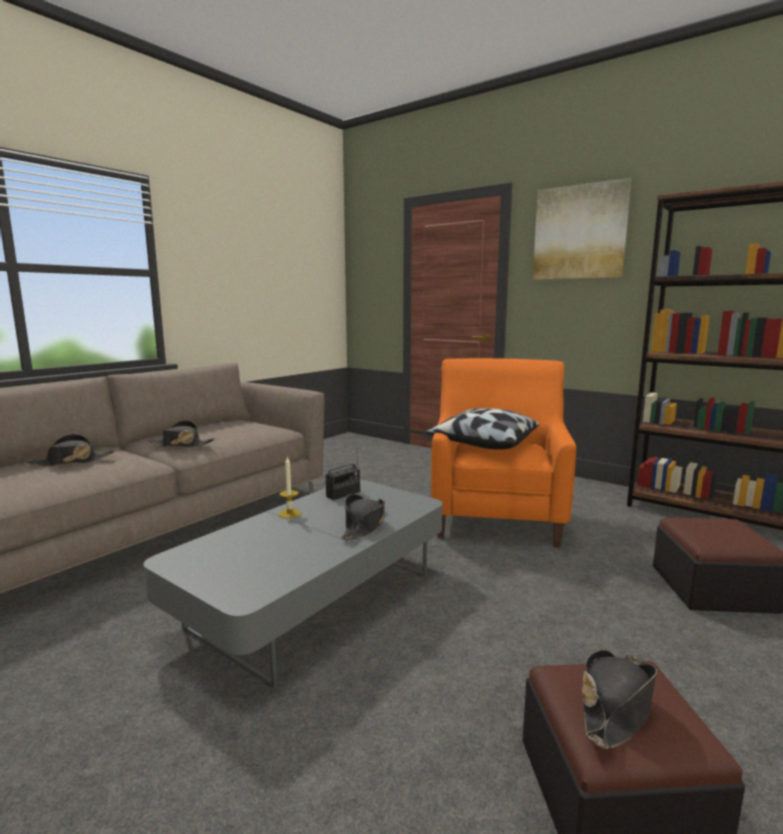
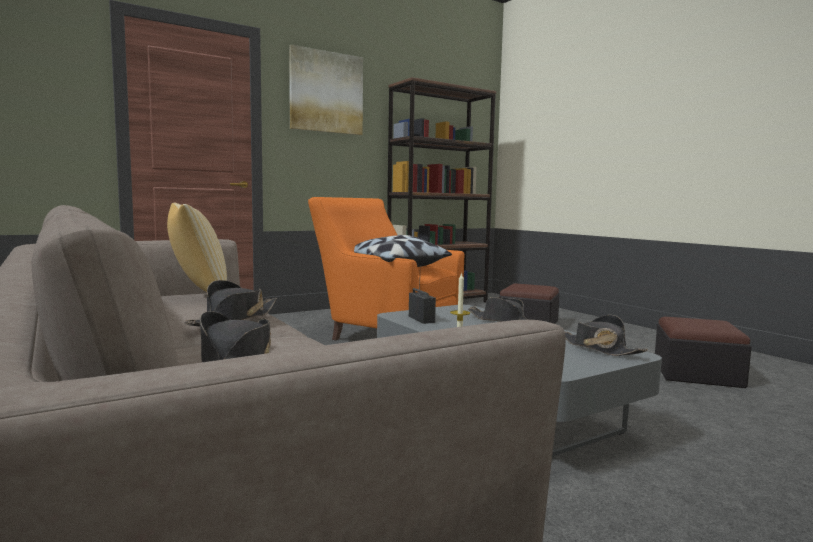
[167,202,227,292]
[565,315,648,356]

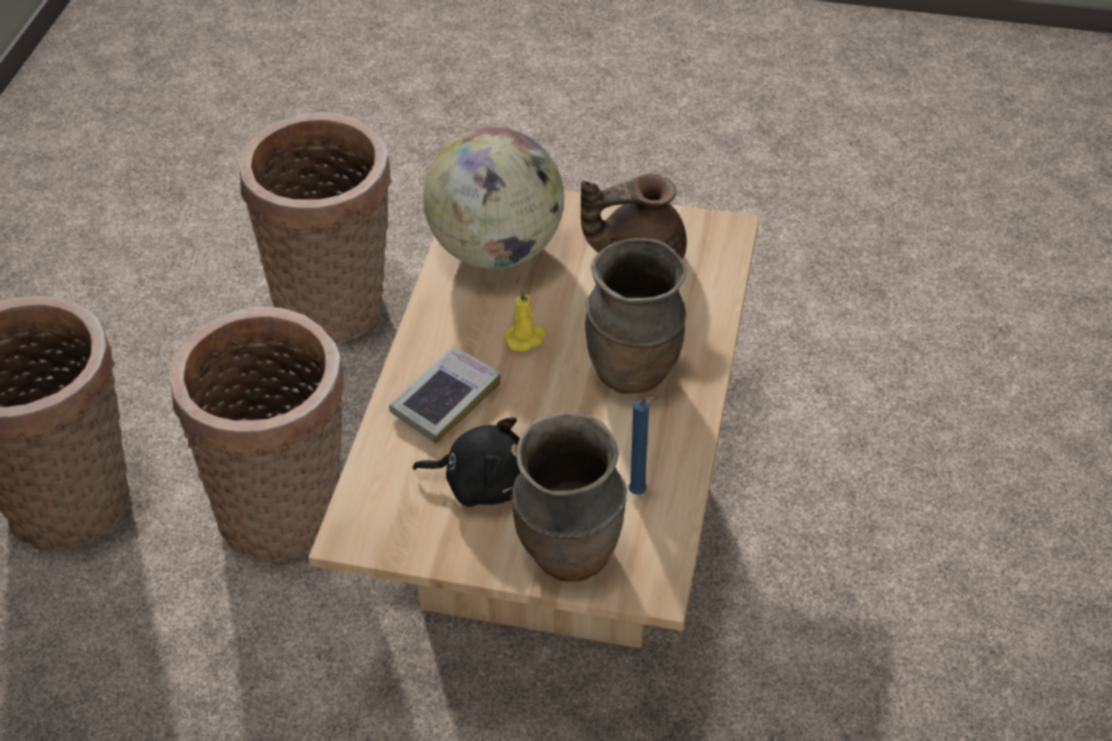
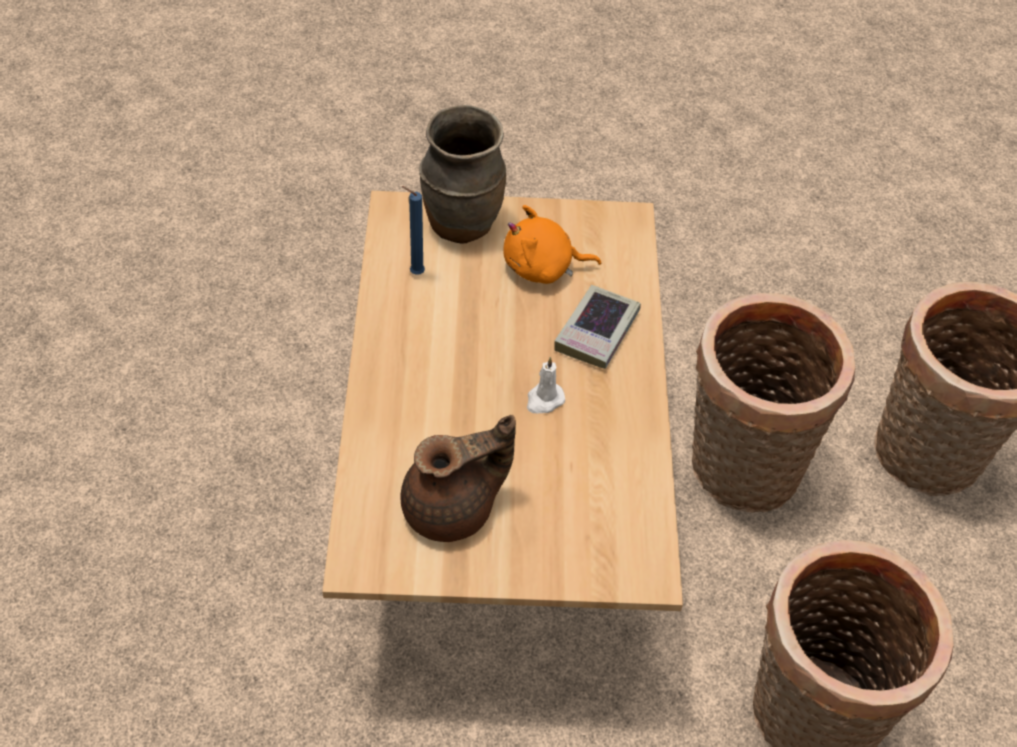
[503,205,601,284]
[527,357,565,414]
[423,127,564,269] (first image)
[585,238,687,394] (first image)

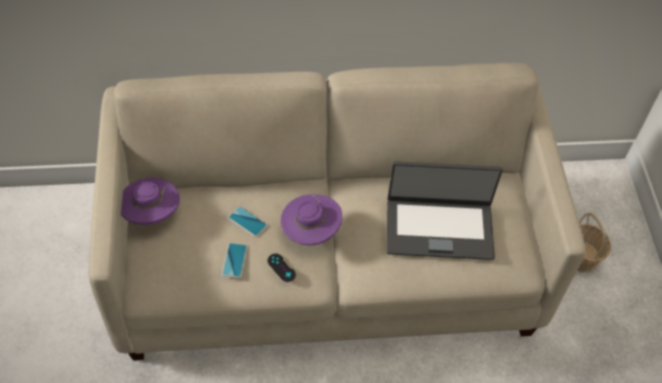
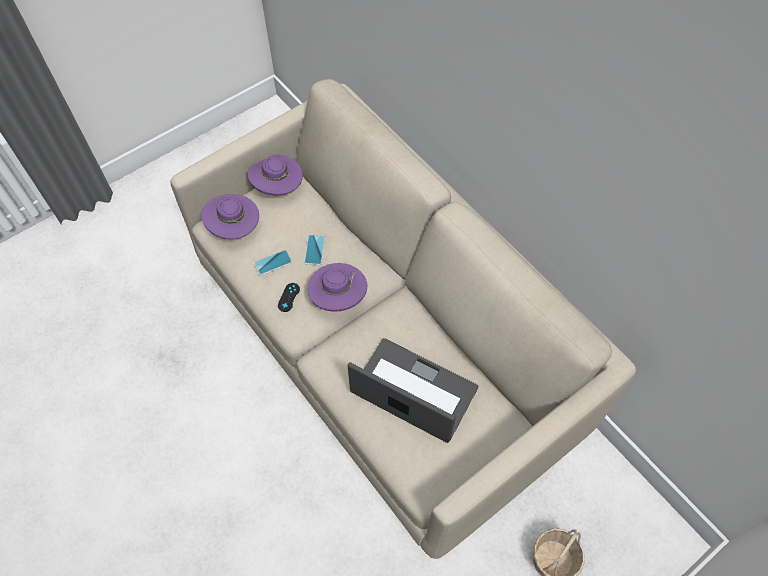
[201,194,259,240]
[348,338,479,443]

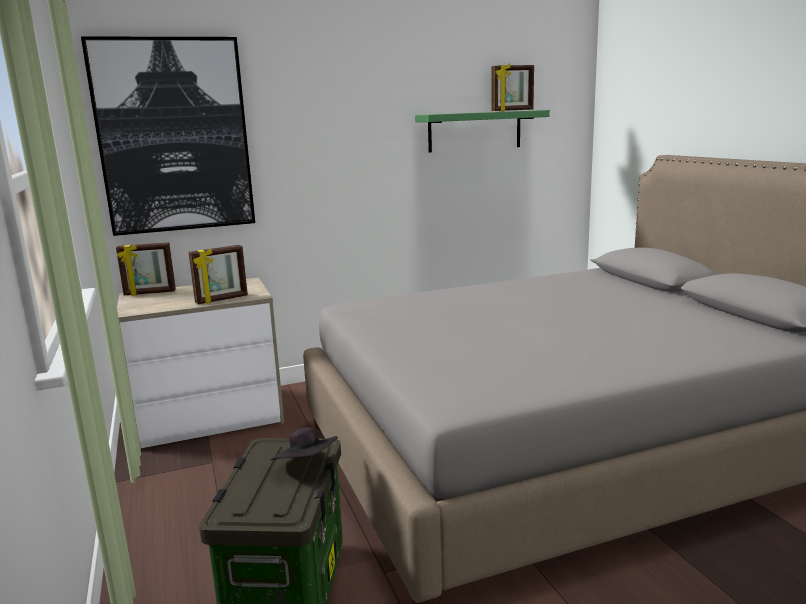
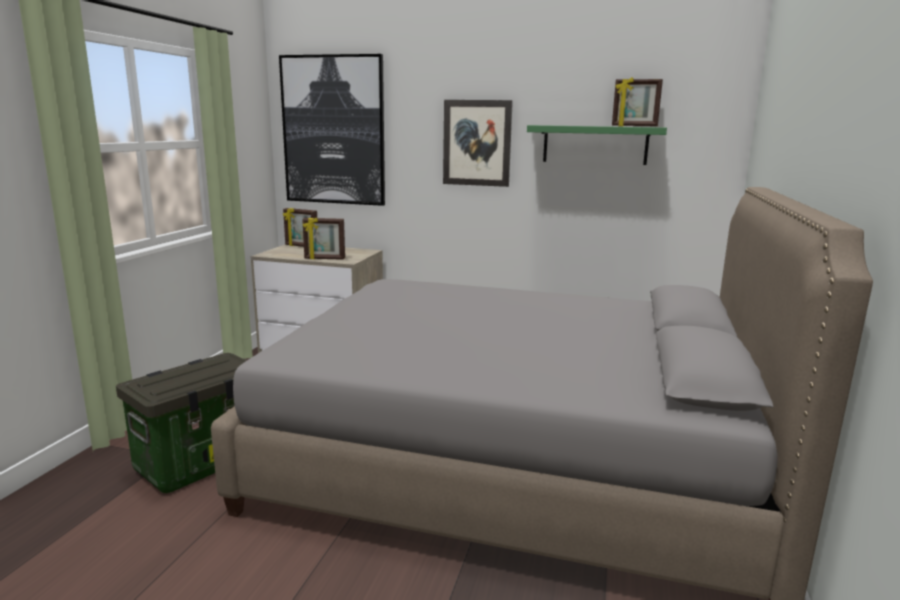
[443,100,513,187]
[271,427,338,460] (first image)

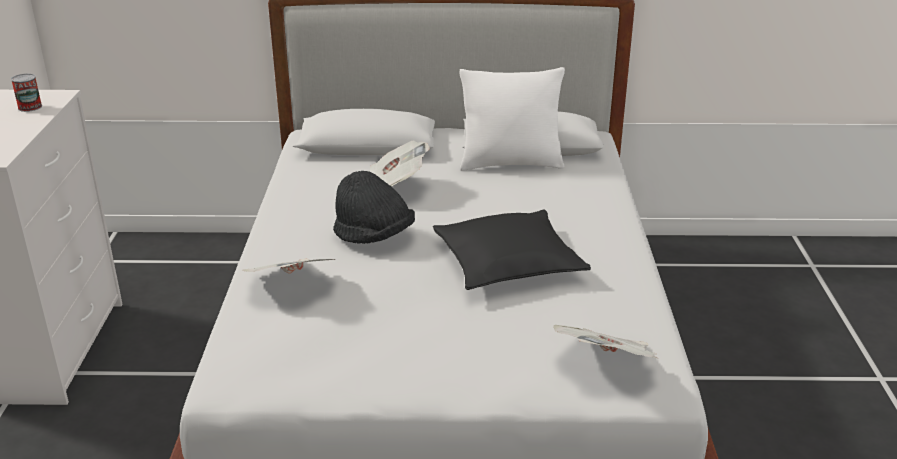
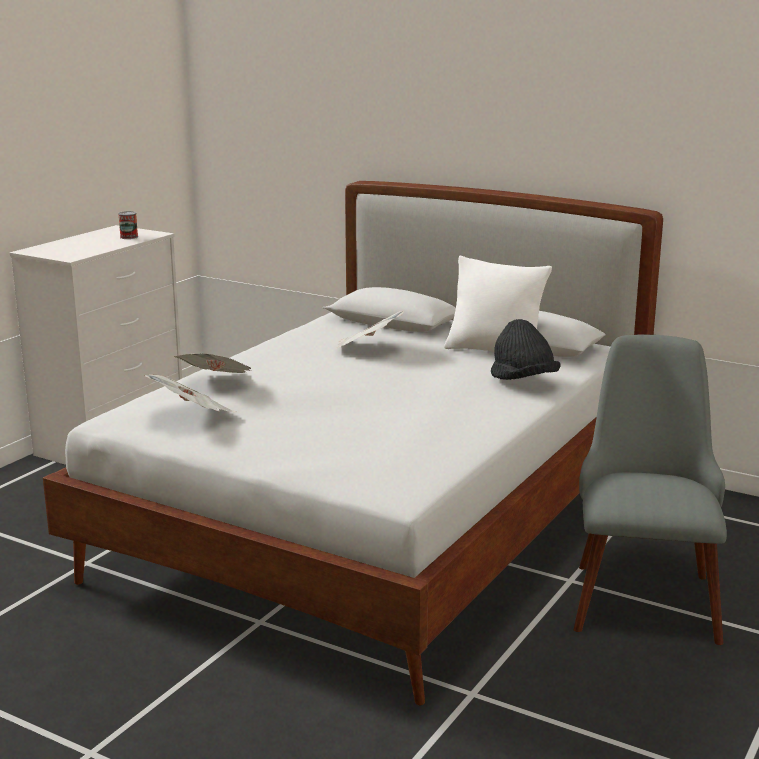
[143,374,236,412]
[491,319,561,380]
[574,335,727,645]
[433,209,591,290] (first image)

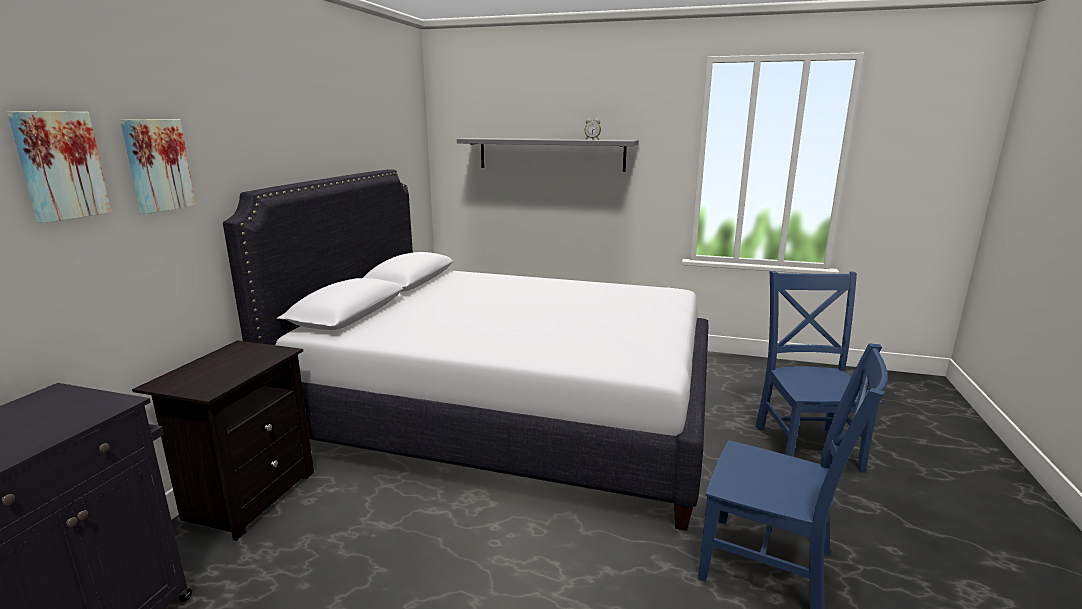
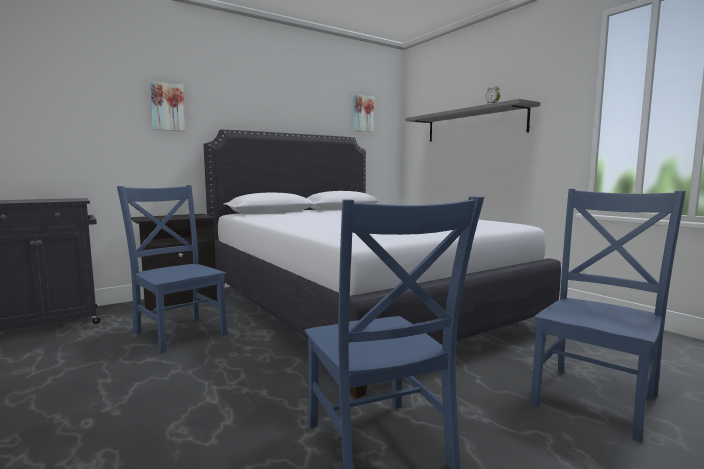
[117,185,227,353]
[353,94,374,132]

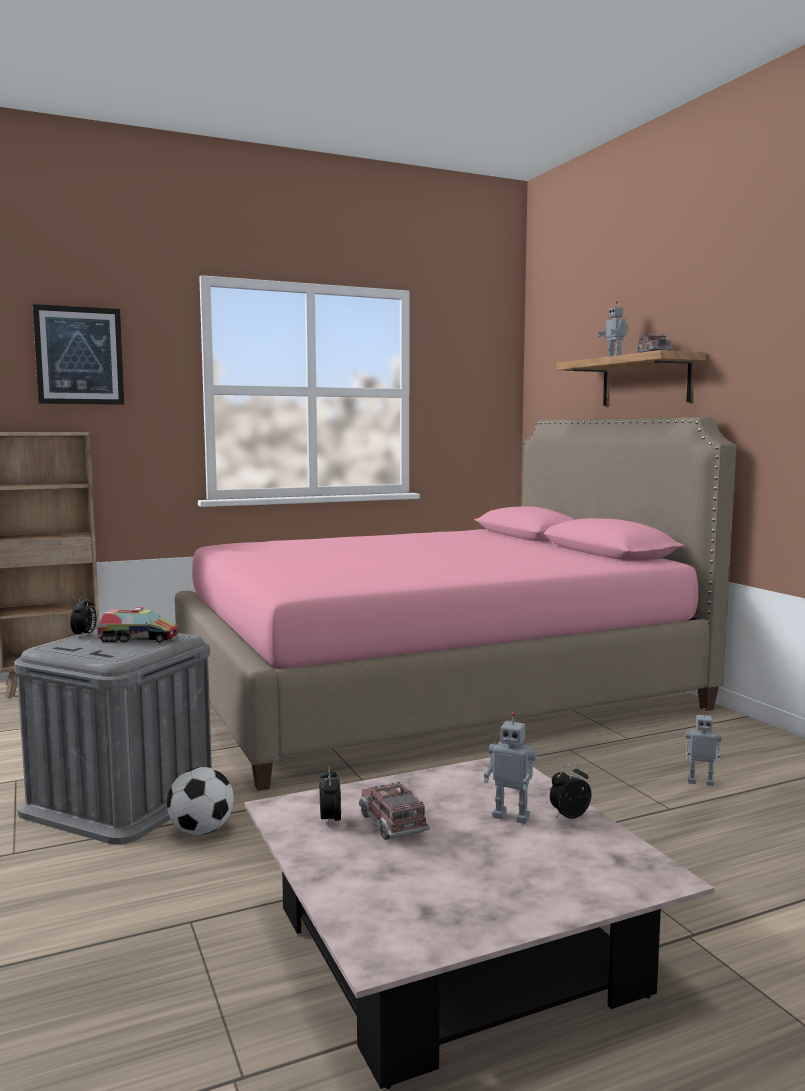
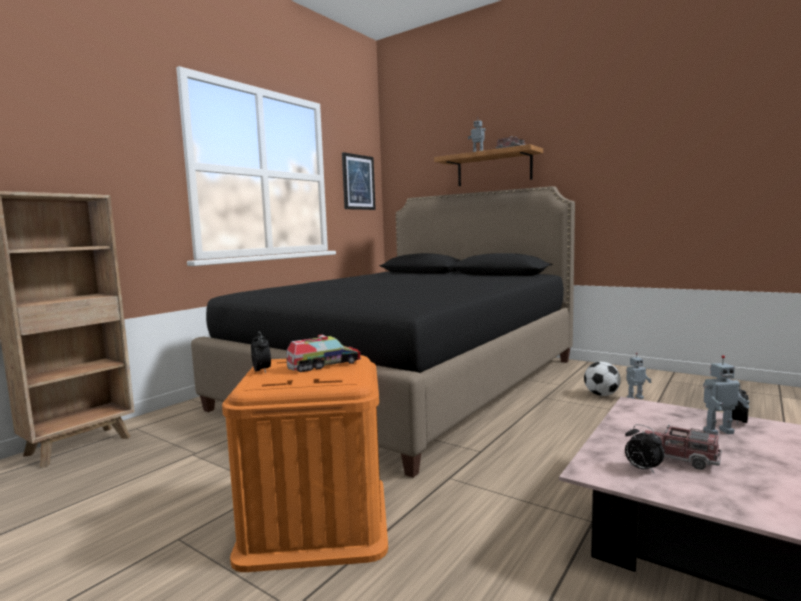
[191,186,575,477]
[222,355,388,572]
[342,152,376,210]
[584,362,621,396]

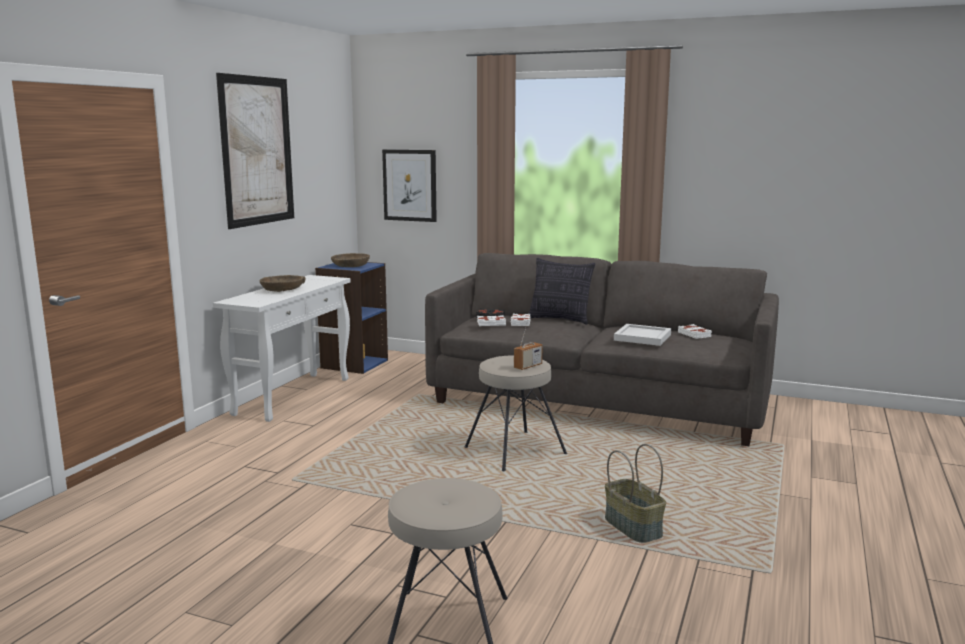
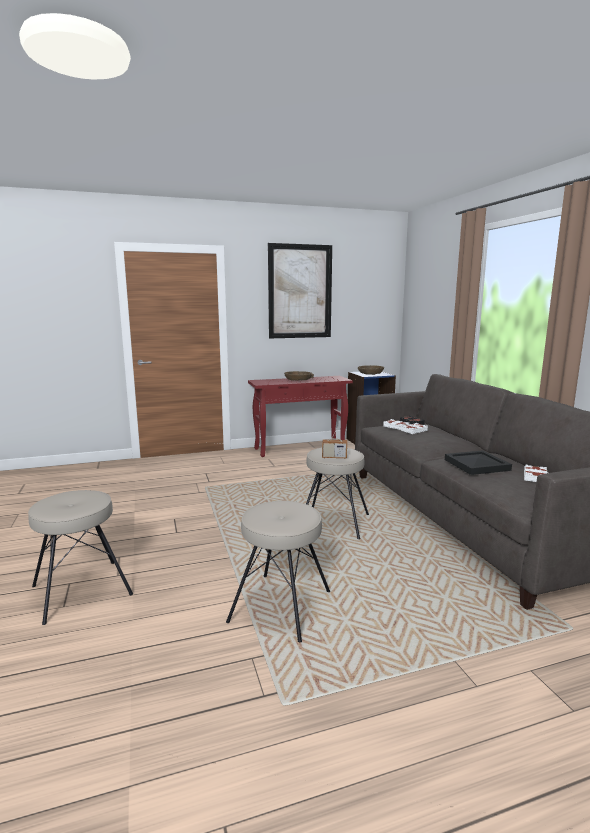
[226,501,330,642]
[248,376,353,457]
[445,450,512,475]
[382,149,437,222] (first image)
[528,258,595,325] (first image)

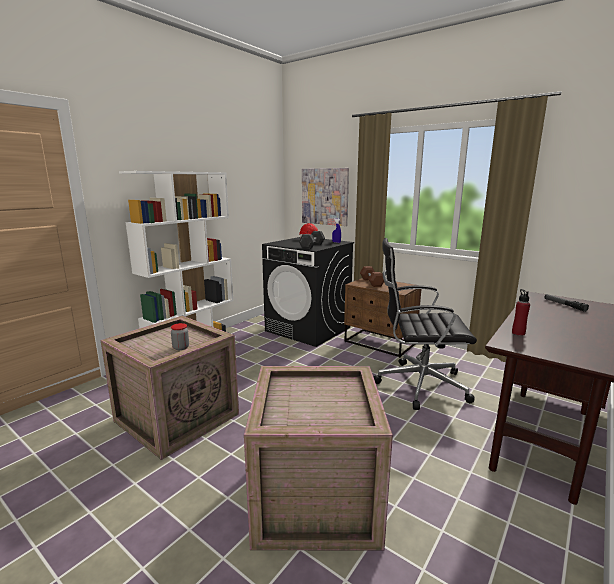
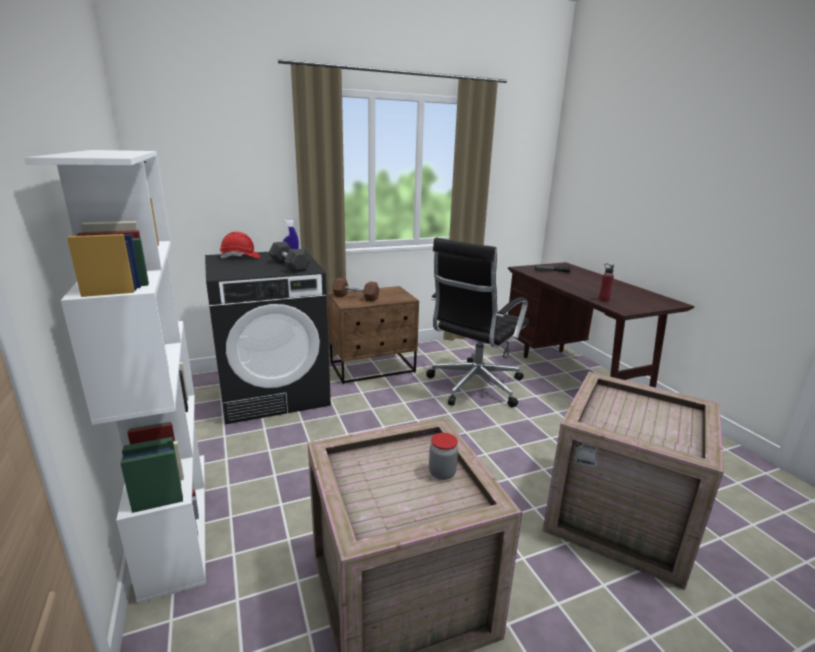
[302,168,349,226] (first image)

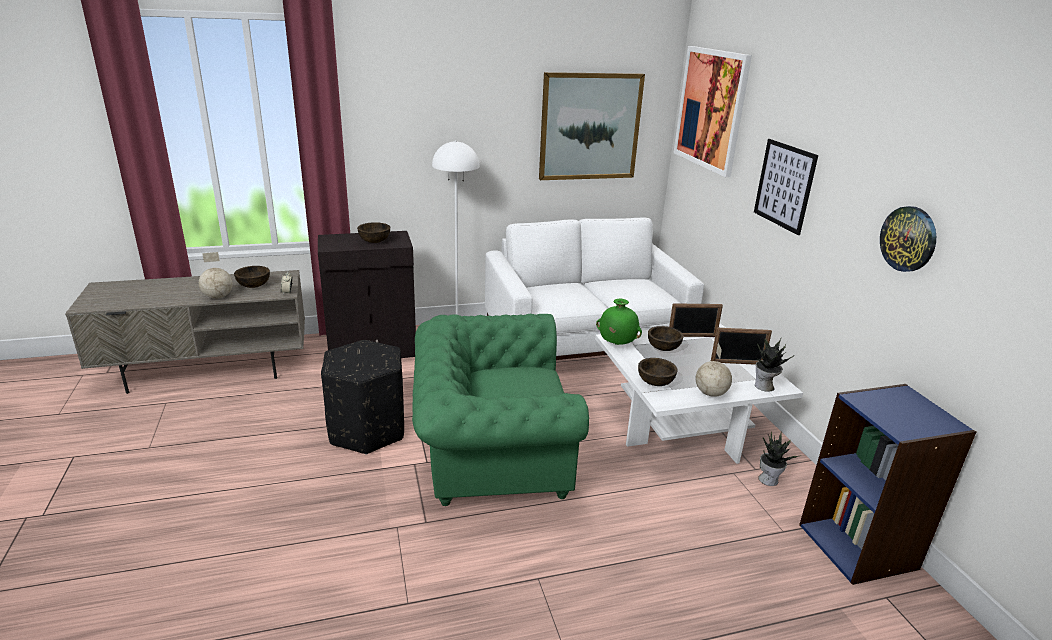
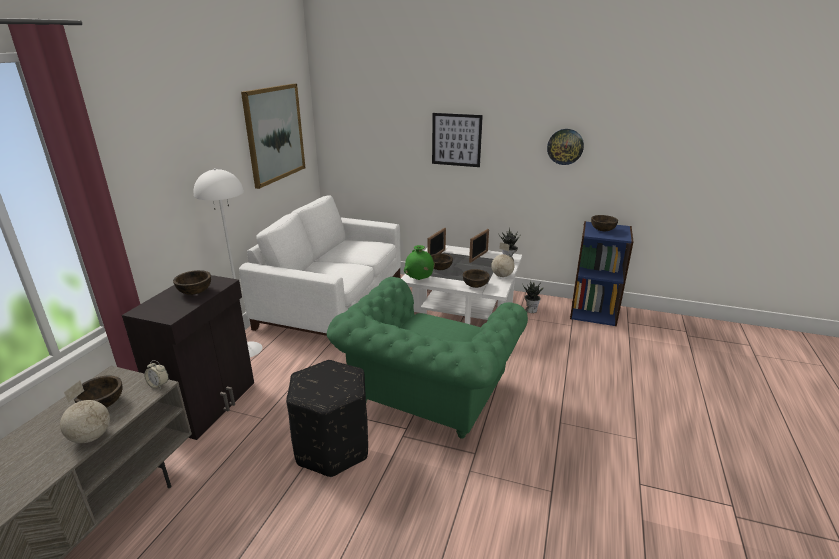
[591,215,618,231]
[674,46,752,177] (first image)

